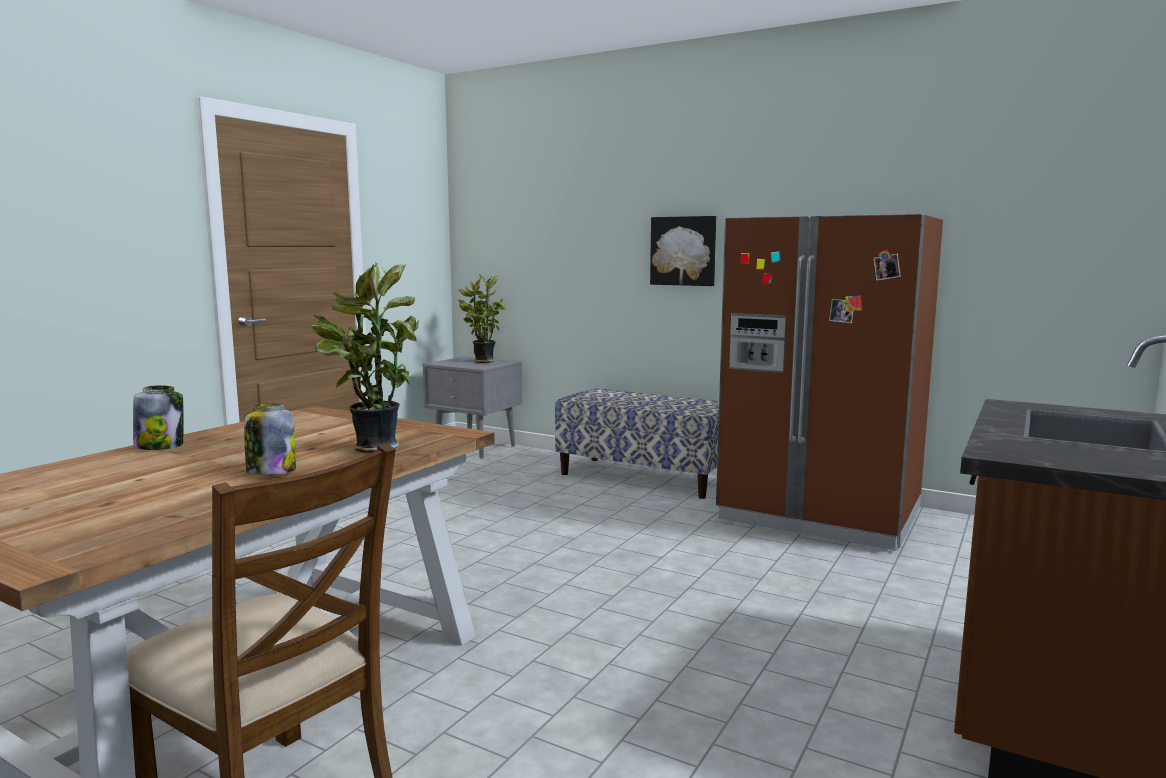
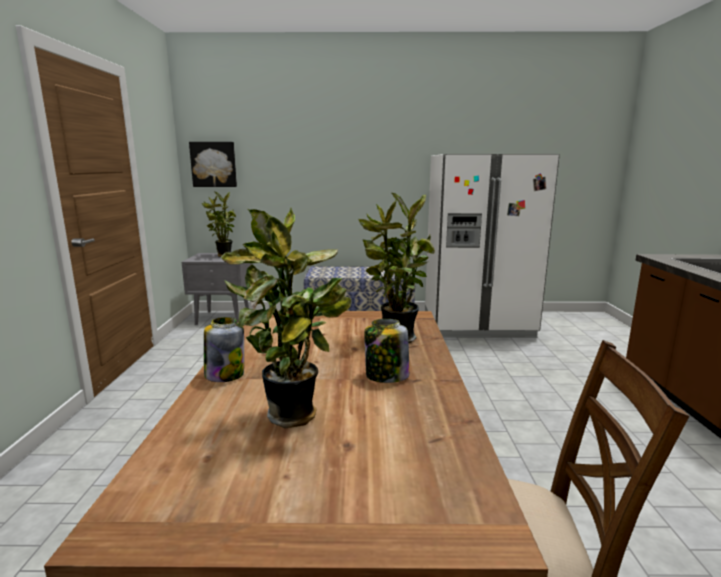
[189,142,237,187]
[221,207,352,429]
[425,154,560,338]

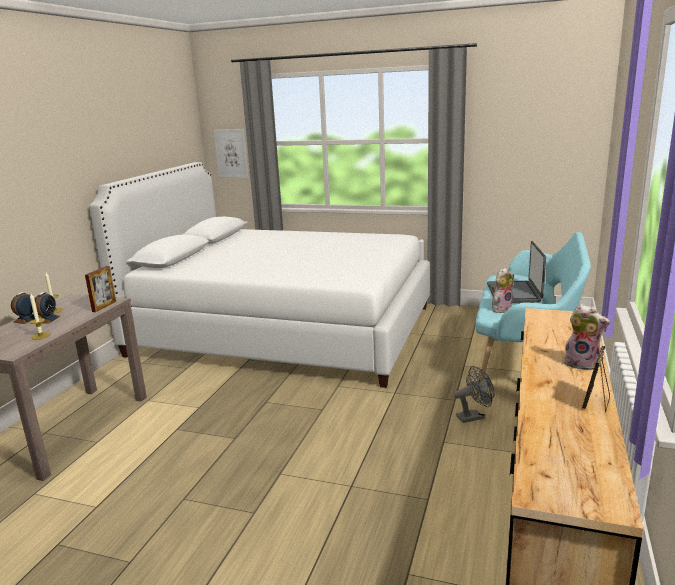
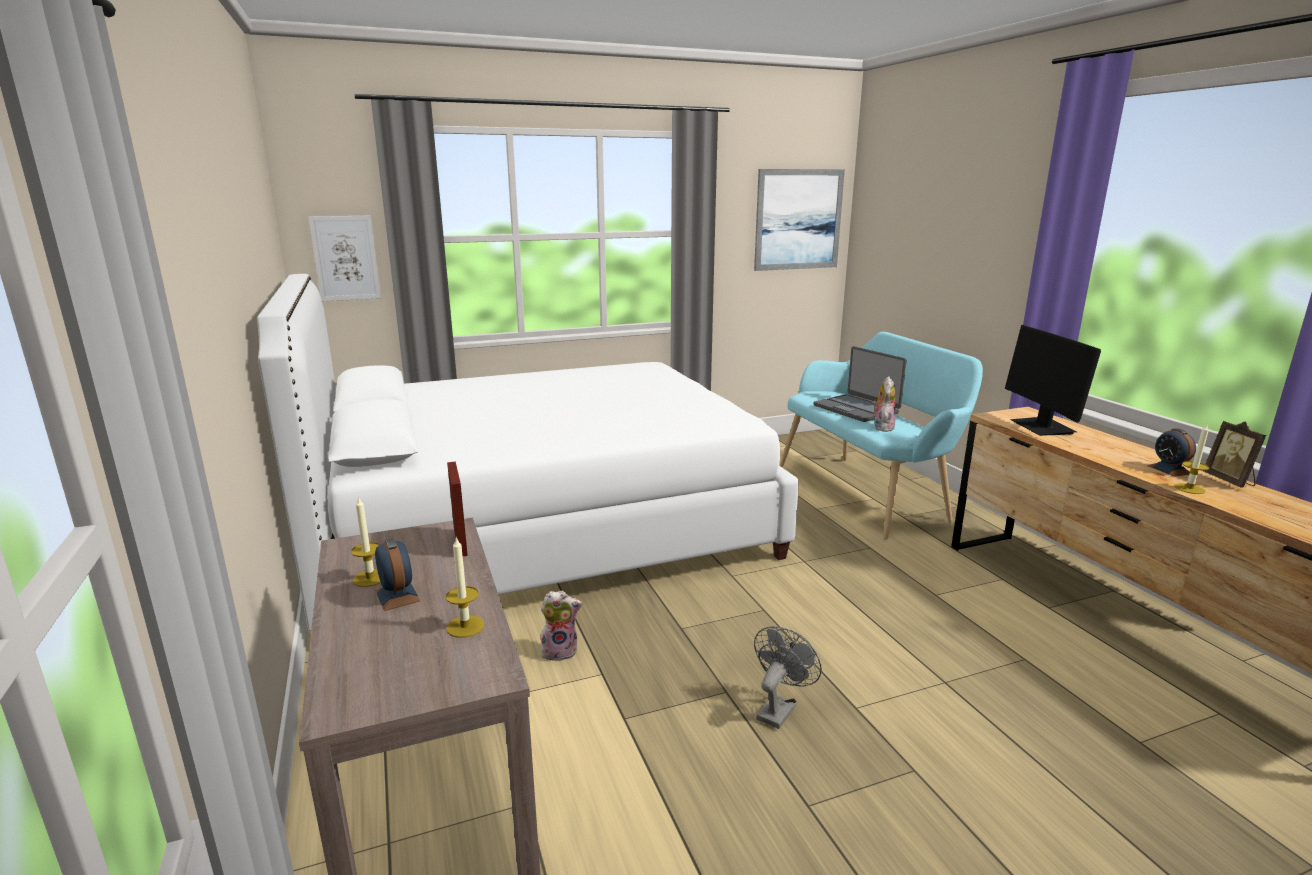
[541,591,582,661]
[754,169,845,271]
[754,626,822,729]
[1005,325,1101,436]
[1147,428,1196,477]
[1174,424,1209,494]

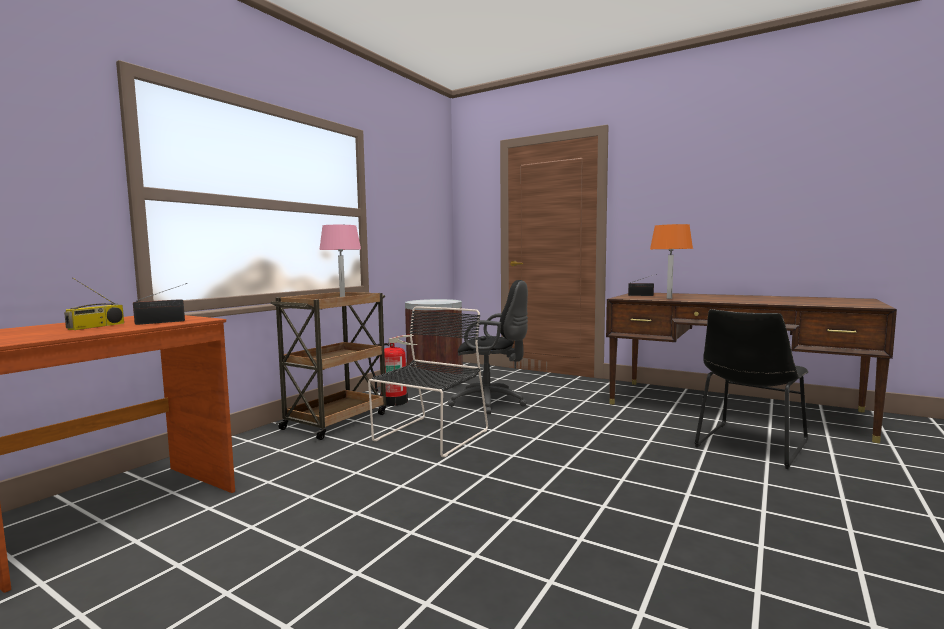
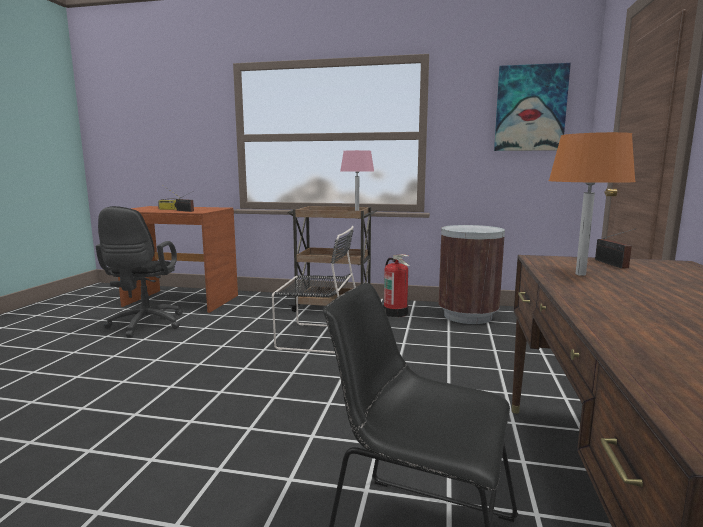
[96,206,183,338]
[494,63,571,151]

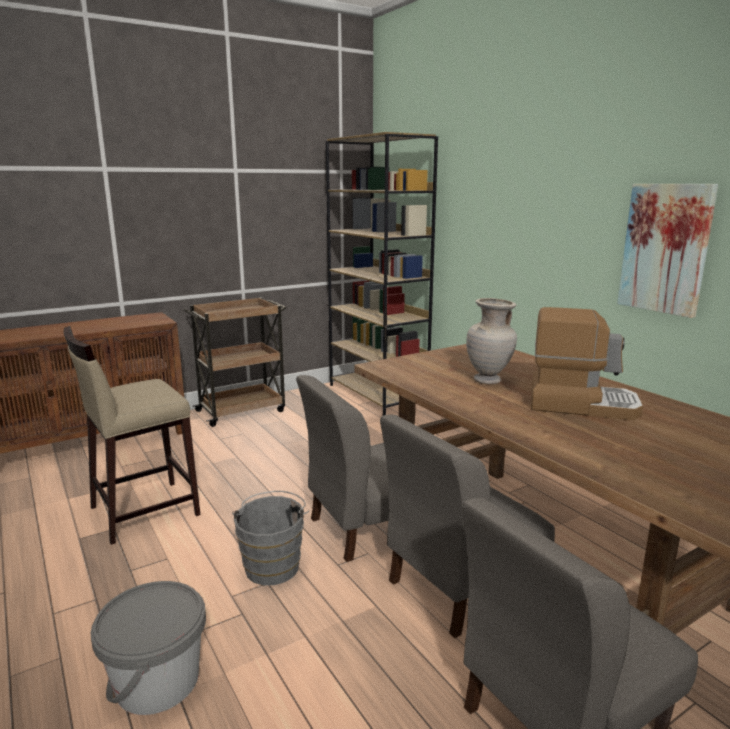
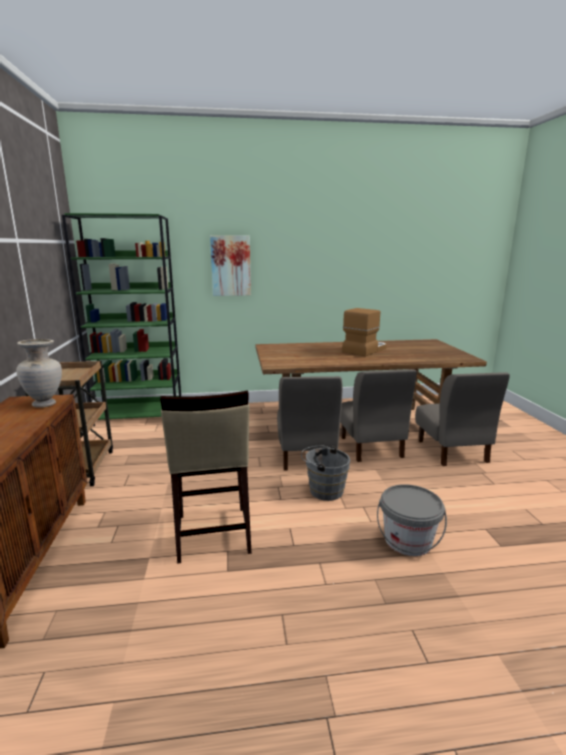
[16,339,62,408]
[62,213,181,426]
[210,235,251,296]

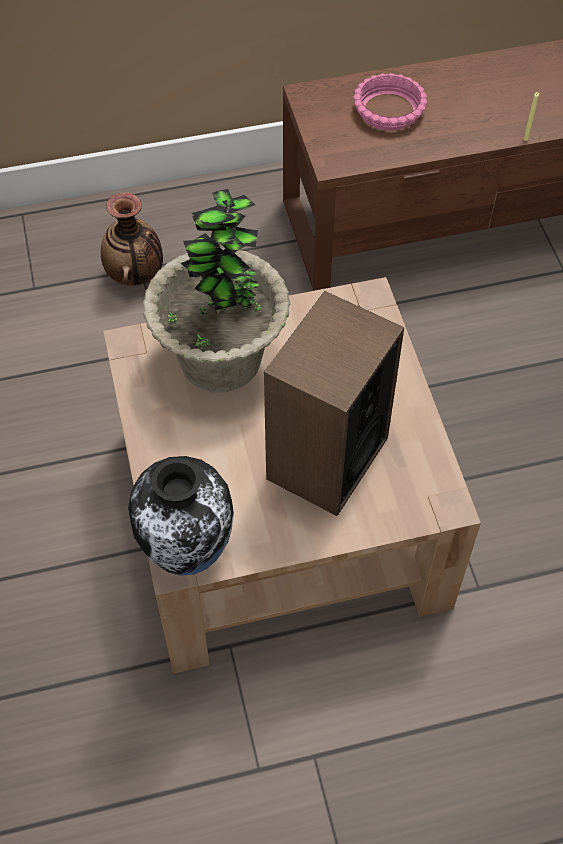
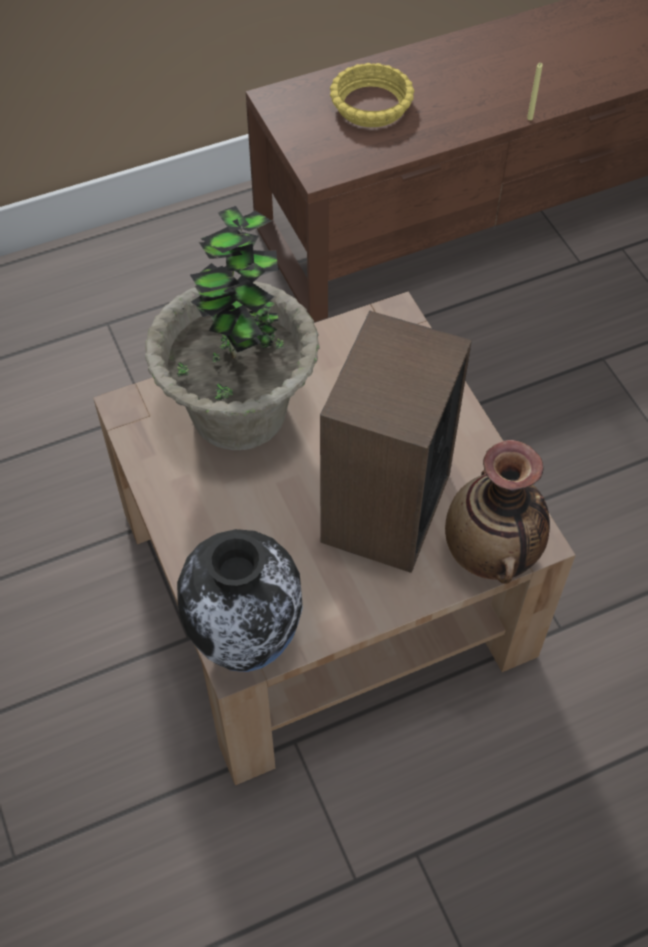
[330,63,414,127]
[445,440,550,584]

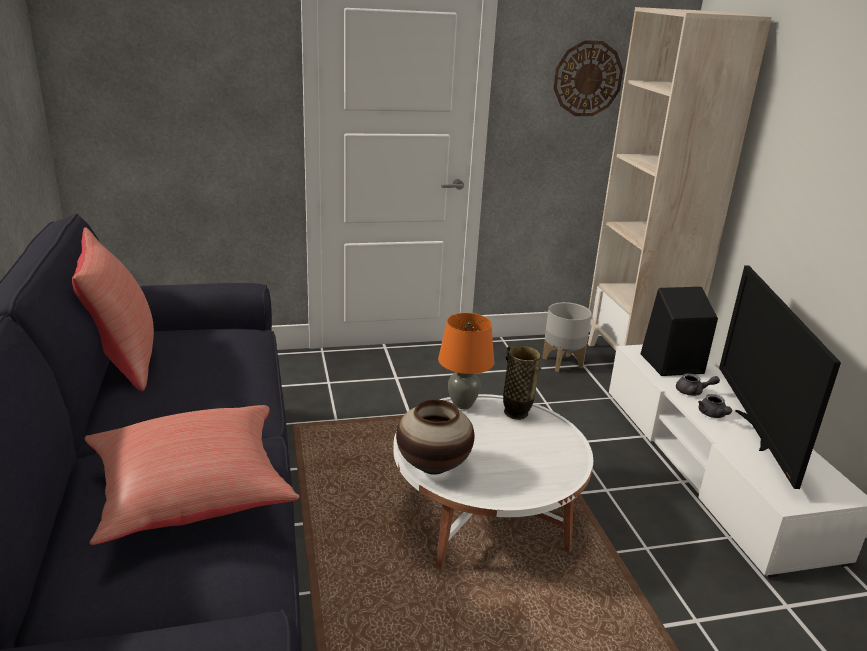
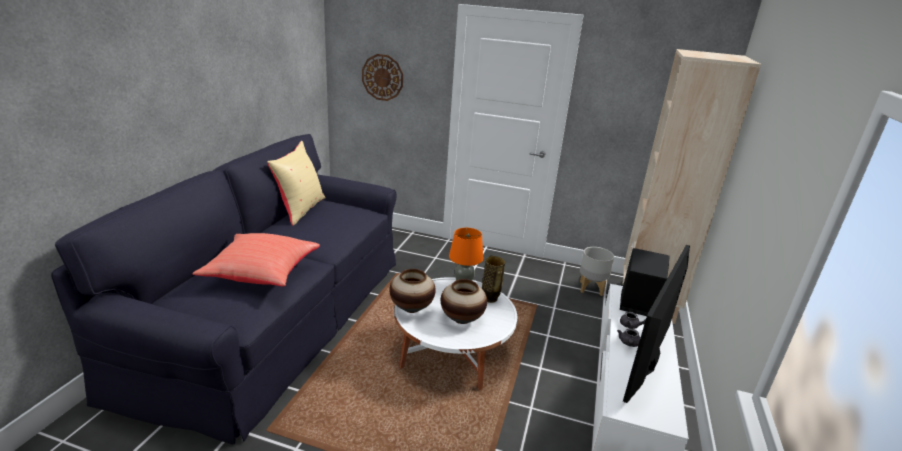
[267,141,326,226]
[362,54,403,101]
[441,279,487,324]

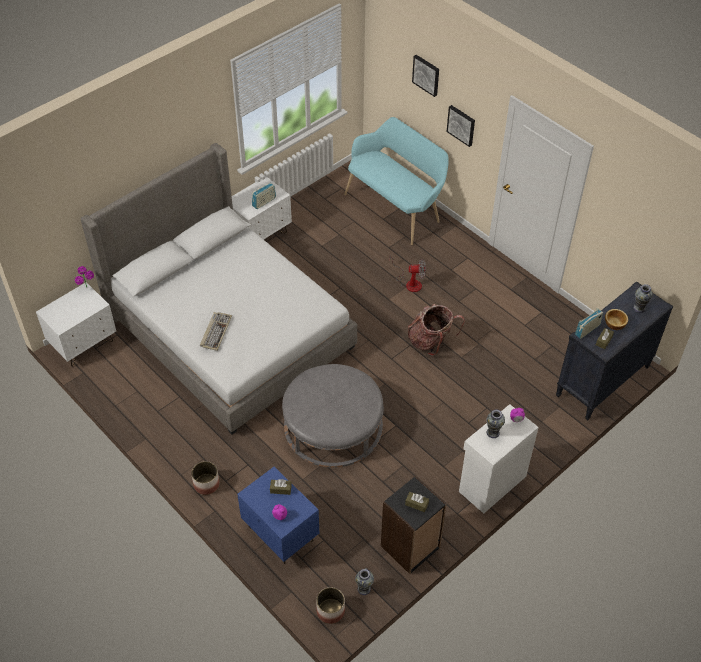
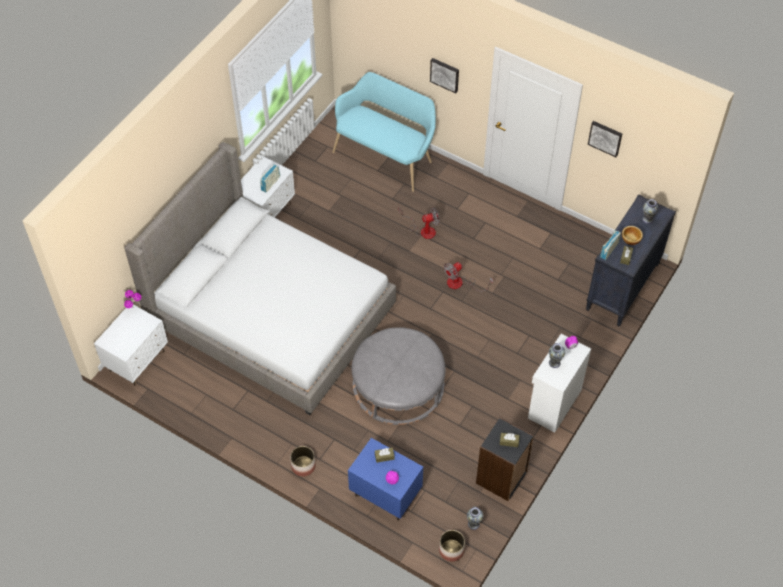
[444,262,493,291]
[588,121,622,157]
[200,312,232,351] (first image)

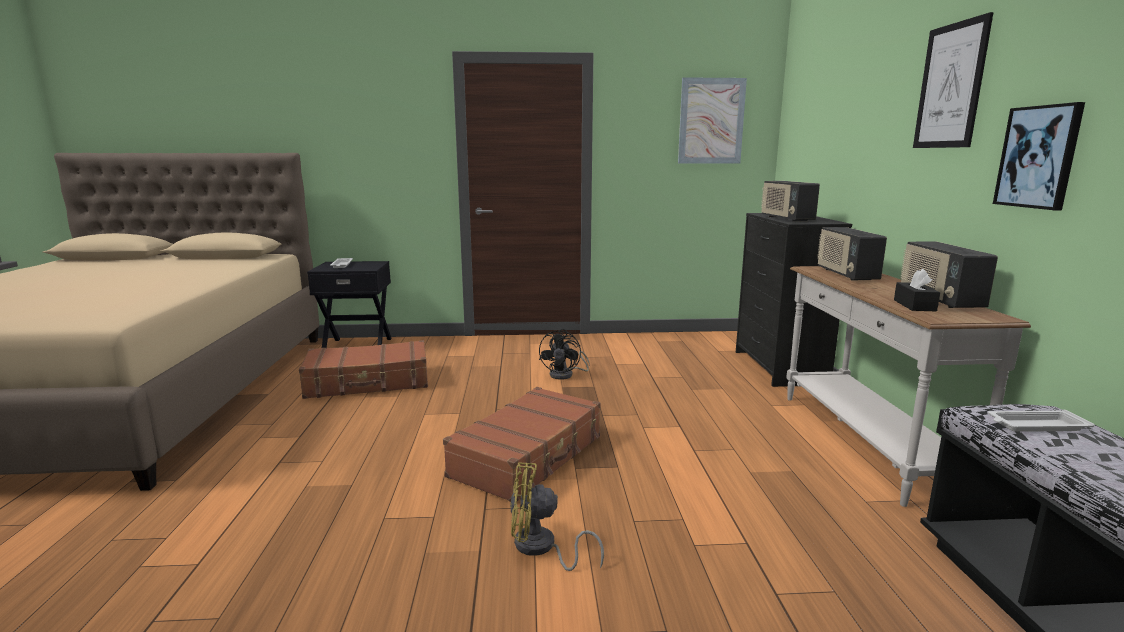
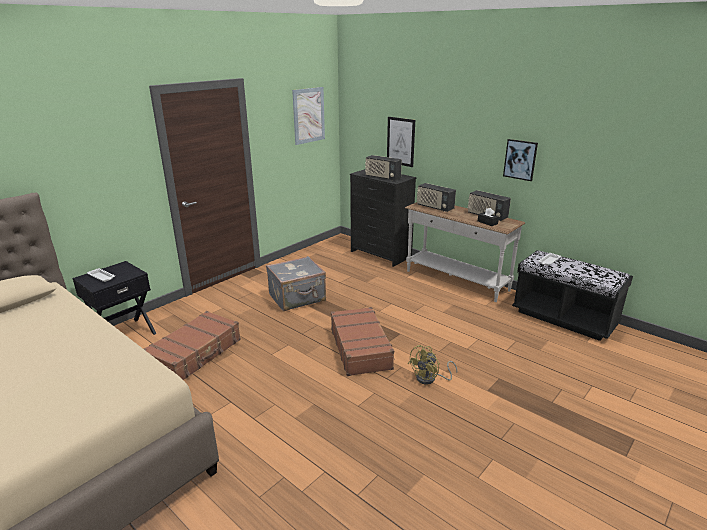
[266,256,326,311]
[387,117,415,167]

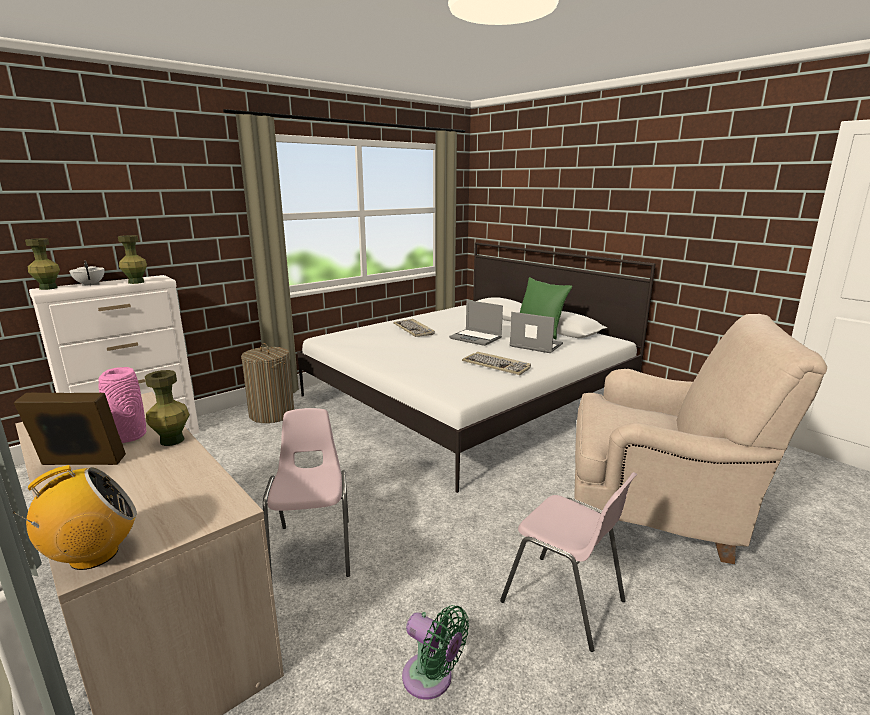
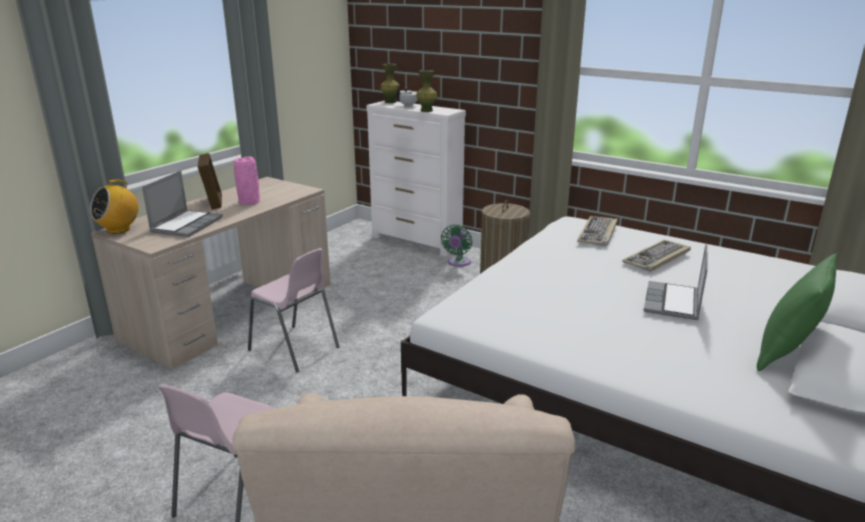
[90,179,139,234]
[142,170,223,237]
[248,248,339,372]
[441,225,472,267]
[577,216,618,246]
[145,370,190,446] (first image)

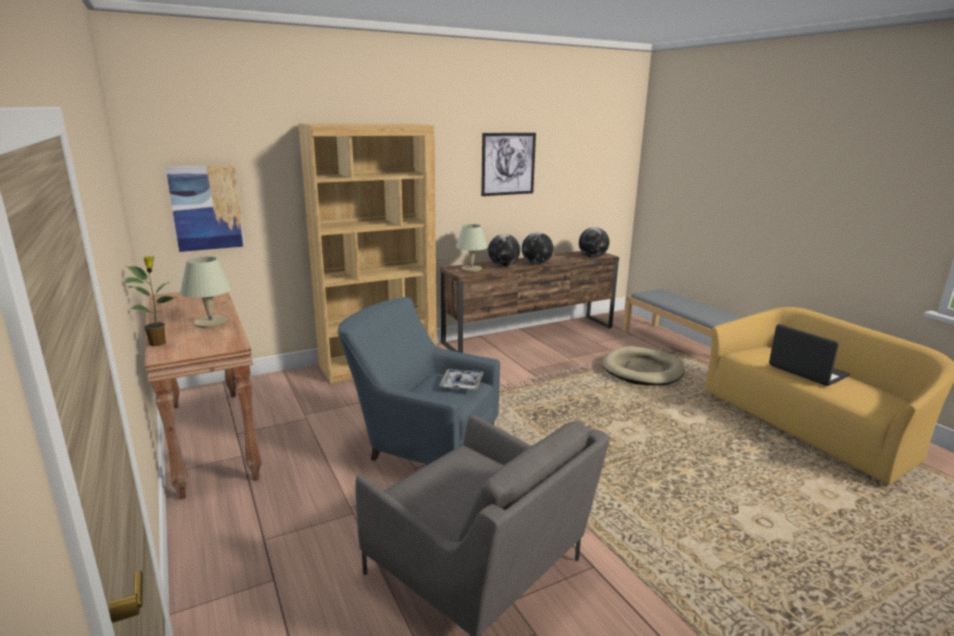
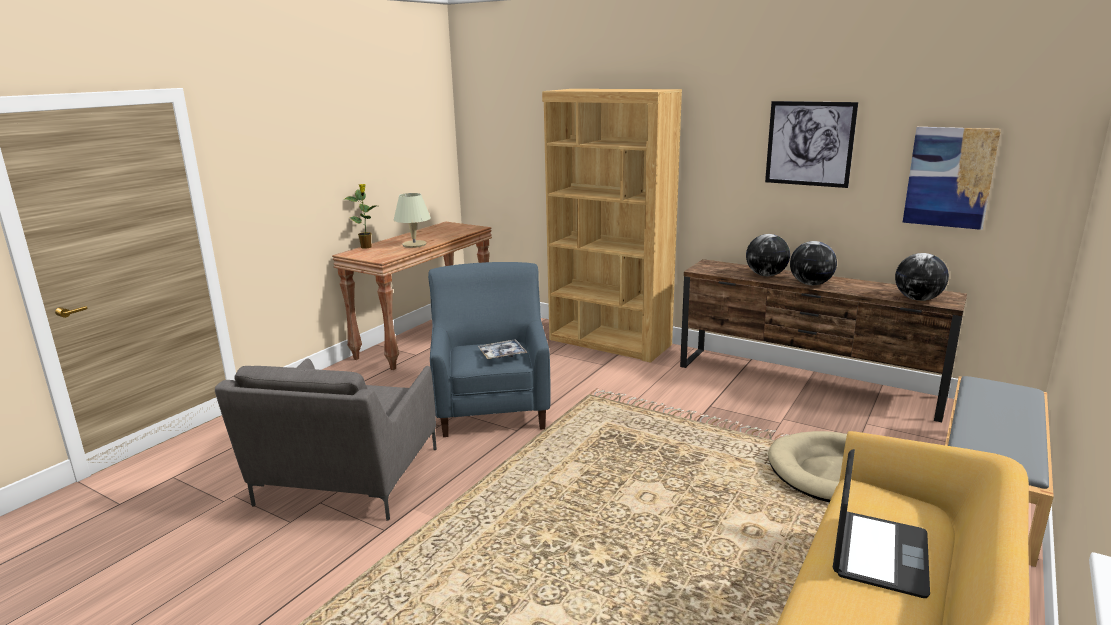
[903,127,1001,230]
[456,224,488,272] (first image)

